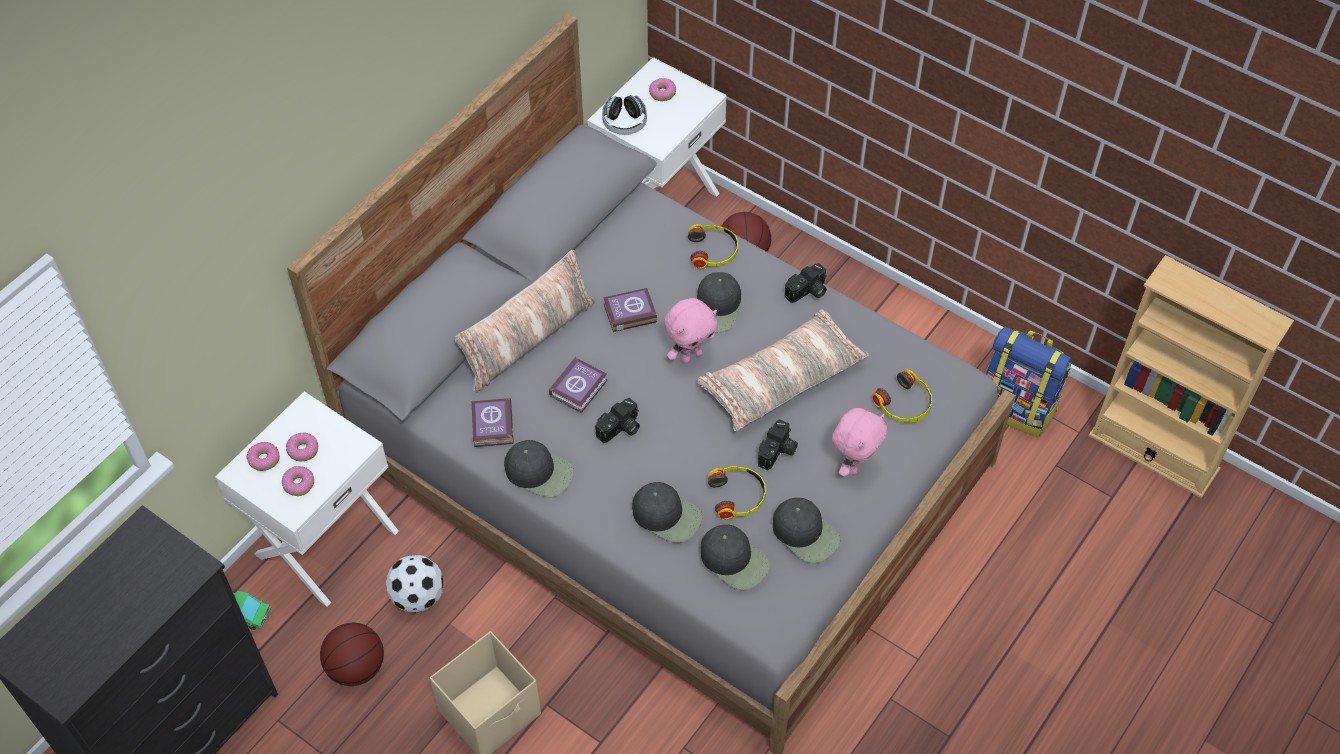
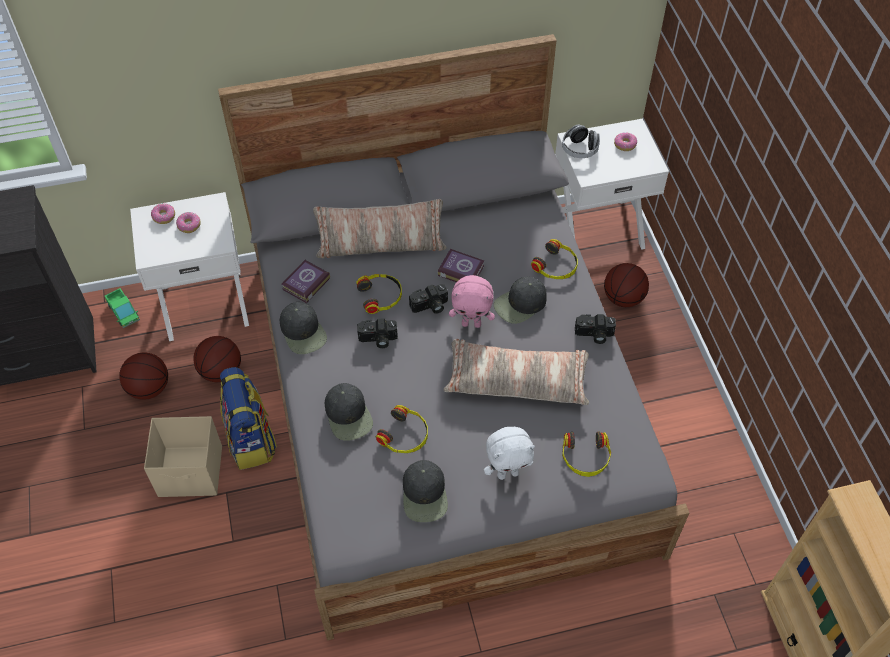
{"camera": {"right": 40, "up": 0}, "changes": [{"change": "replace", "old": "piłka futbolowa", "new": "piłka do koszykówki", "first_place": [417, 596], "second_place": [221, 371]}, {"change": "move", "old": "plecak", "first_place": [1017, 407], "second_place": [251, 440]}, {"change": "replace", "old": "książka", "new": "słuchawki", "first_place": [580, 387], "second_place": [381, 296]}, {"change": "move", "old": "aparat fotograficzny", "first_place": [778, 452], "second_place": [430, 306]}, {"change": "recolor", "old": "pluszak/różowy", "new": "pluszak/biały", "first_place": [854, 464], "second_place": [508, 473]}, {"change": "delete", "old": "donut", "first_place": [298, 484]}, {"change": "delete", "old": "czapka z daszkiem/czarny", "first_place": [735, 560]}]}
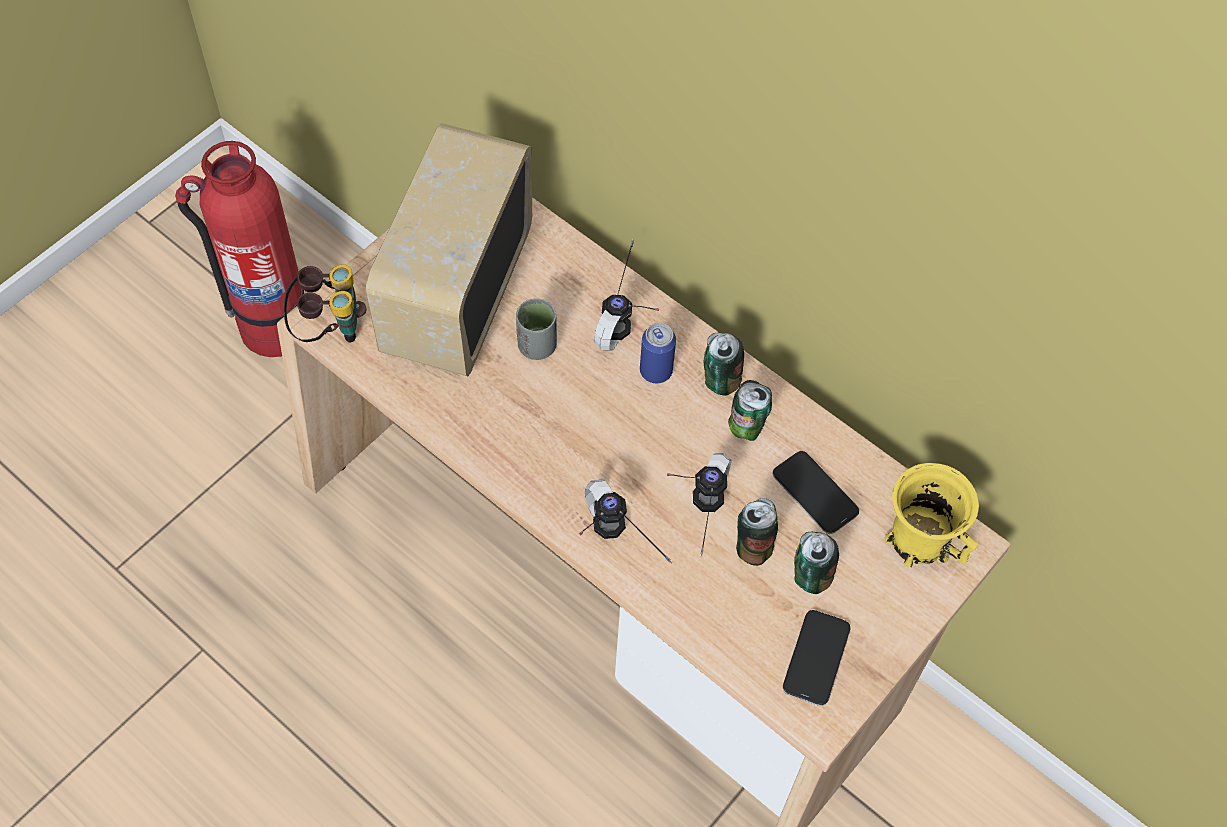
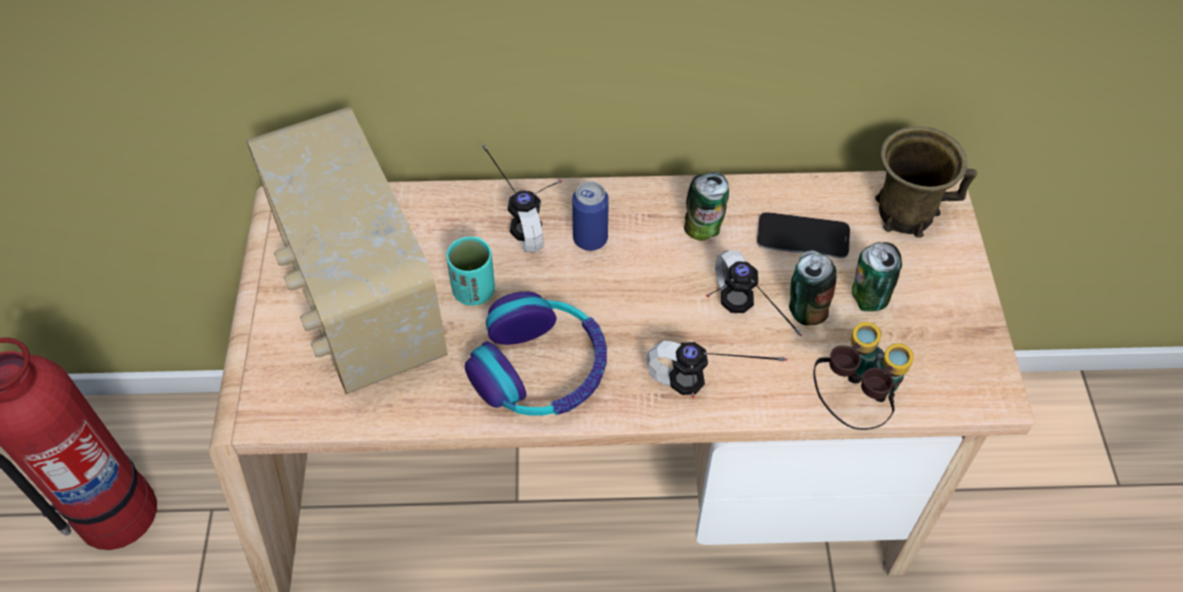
{"camera": {"right": -40, "up": -5}, "changes": [{"change": "recolor", "old": "filiżanka/szary", "new": "filiżanka/turkusowy", "first_place": [537, 346], "second_place": [474, 291]}, {"change": "insert", "new": "słuchawki", "second_place": [540, 369]}, {"change": "move", "old": "lornetka", "first_place": [329, 328], "second_place": [852, 404]}, {"change": "recolor", "old": "kubek/żółty", "new": "kubek/brązowy", "first_place": [919, 538], "second_place": [905, 212]}, {"change": "delete", "old": "puszka", "first_place": [719, 381]}, {"change": "delete", "old": "telefon", "first_place": [816, 658]}]}
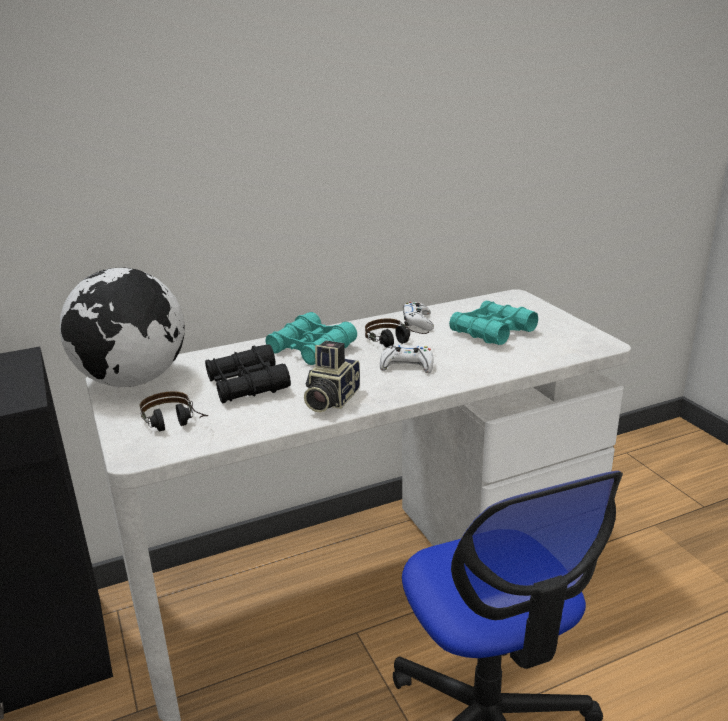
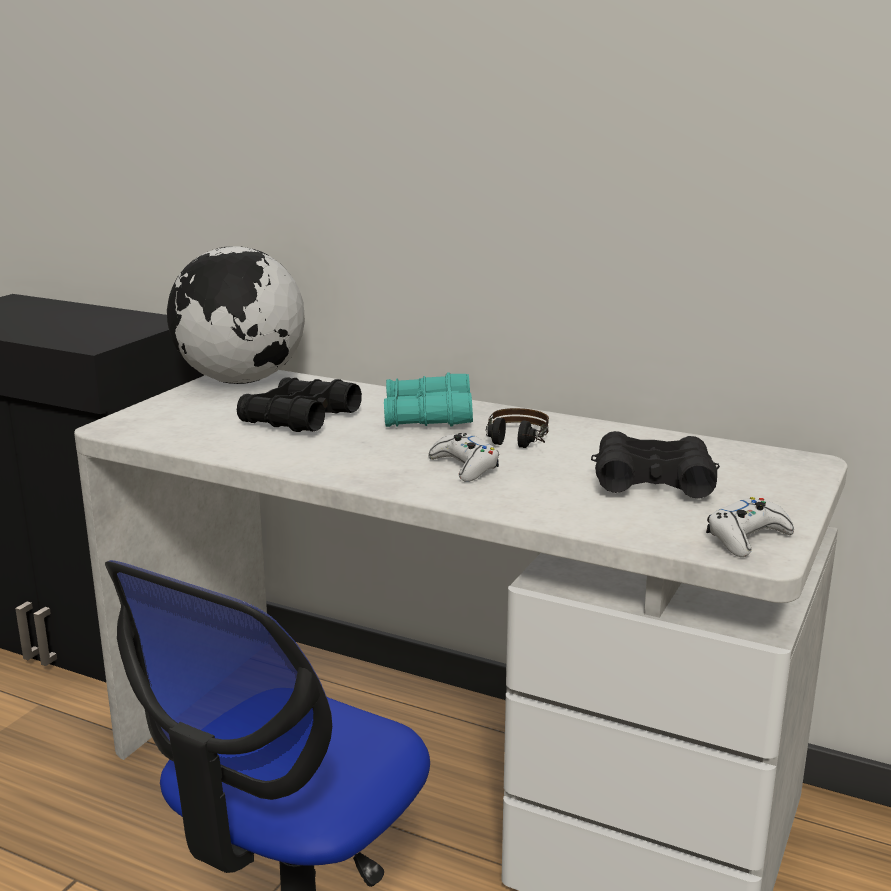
{"camera": {"right": 50, "up": -5}, "changes": [{"change": "recolor", "old": "lornetka/turkusowy", "new": "lornetka/czarny", "first_place": [492, 332], "second_place": [653, 480]}, {"change": "move", "old": "pad do gier/biały", "first_place": [417, 322], "second_place": [747, 538]}, {"change": "delete", "old": "słuchawki", "first_place": [175, 425]}, {"change": "delete", "old": "aparat fotograficzny", "first_place": [330, 399]}]}
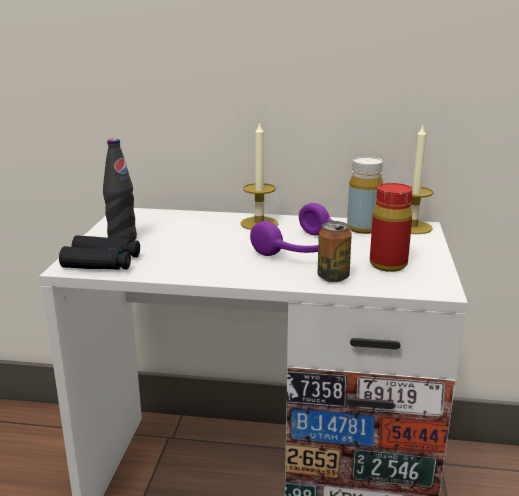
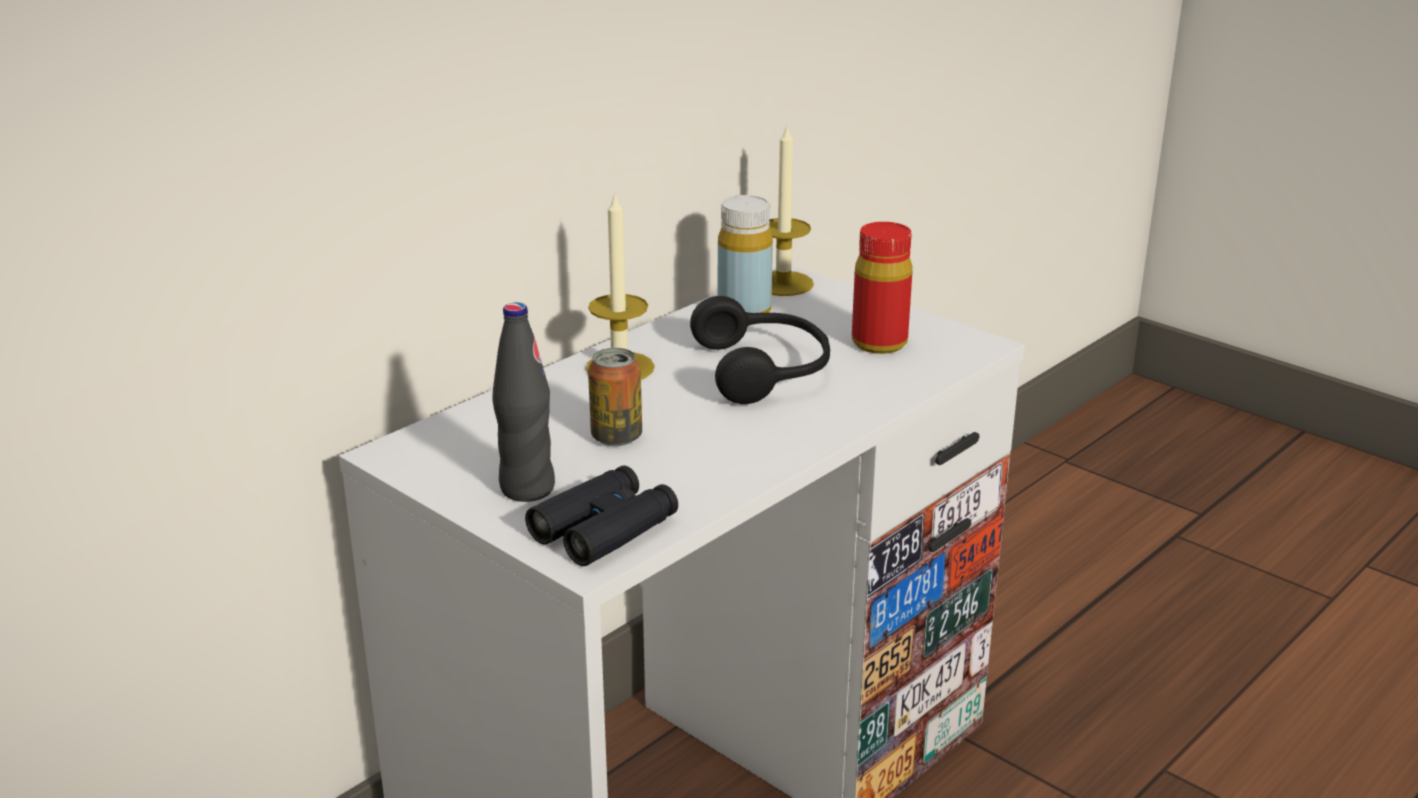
{"camera": {"right": -55, "up": 5}, "changes": [{"change": "move", "old": "puszka", "first_place": [333, 277], "second_place": [616, 437]}, {"change": "recolor", "old": "słuchawki/fioletowy", "new": "słuchawki/czarny", "first_place": [306, 249], "second_place": [765, 370]}]}
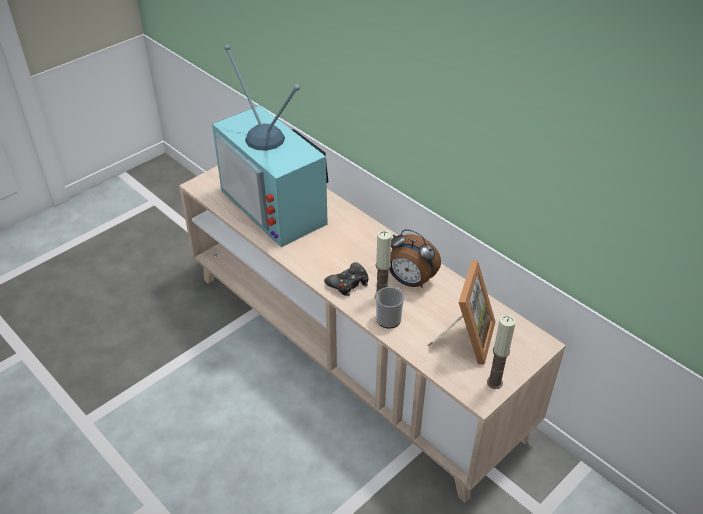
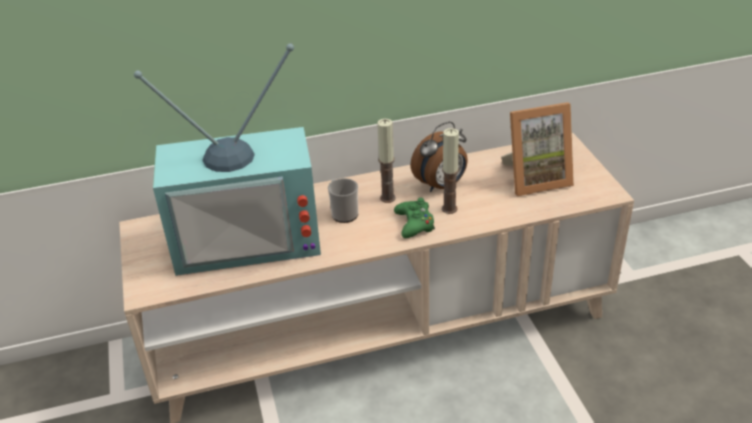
{"camera": {"right": -60, "up": -5}, "changes": [{"change": "move", "old": "kubek", "first_place": [390, 317], "second_place": [343, 213]}, {"change": "move", "old": "świeca", "first_place": [494, 382], "second_place": [387, 198]}, {"change": "recolor", "old": "pad do gier/czarny", "new": "pad do gier/zielony", "first_place": [348, 283], "second_place": [415, 224]}, {"change": "rotate", "old": "ramka na zdjęcie", "first_place": [465, 338], "second_place": [535, 178], "degrees": 120}]}
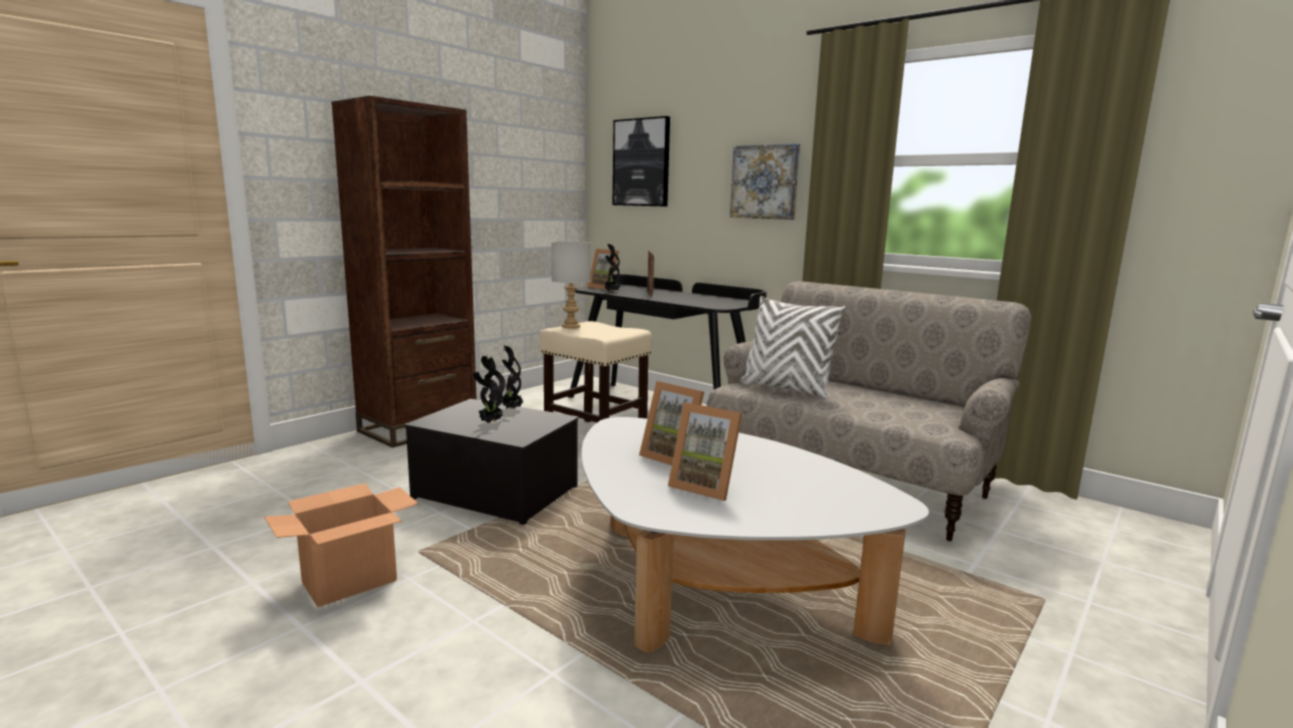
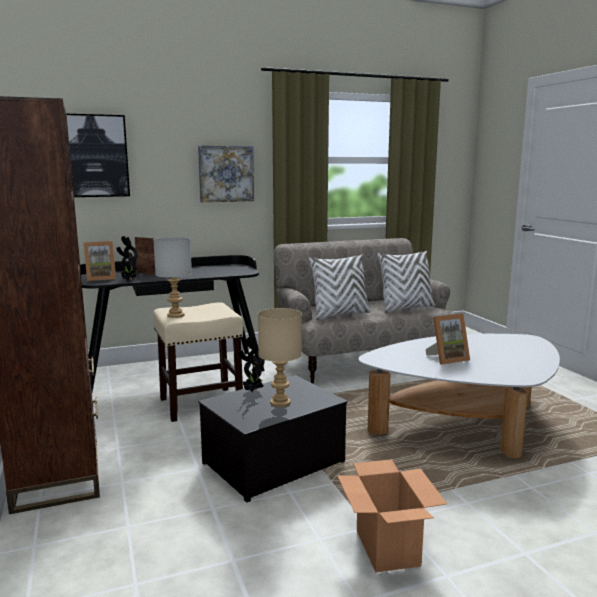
{"camera": {"right": -60, "up": 0}, "changes": [{"change": "replace", "old": "roślina doniczkowa", "new": "lampa stołowa/beżowy", "first_place": [490, 423], "second_place": [280, 402]}, {"change": "insert", "new": "poduszka/biały", "second_place": [406, 308]}, {"change": "delete", "old": "ramka na zdjęcie", "first_place": [706, 486]}]}
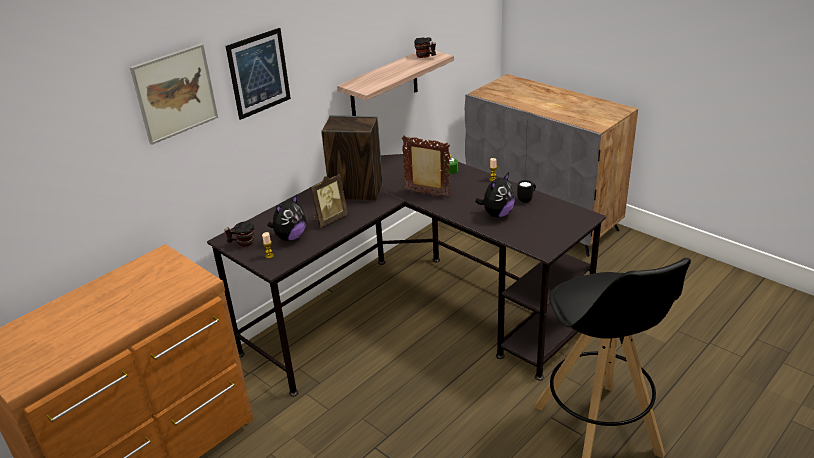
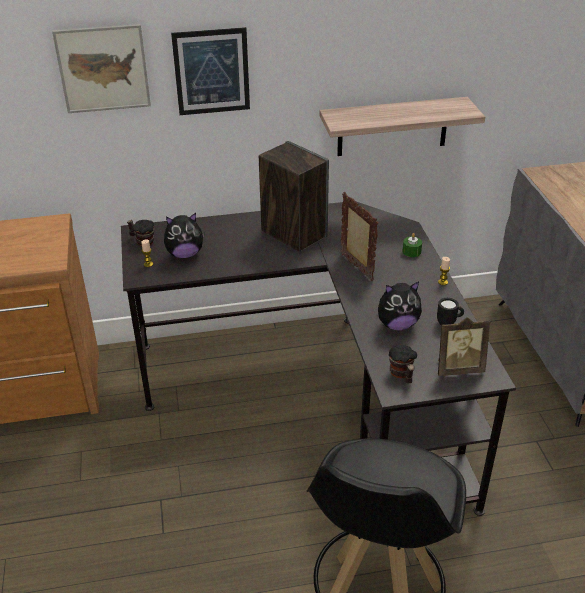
{"camera": {"right": 35, "up": 5}, "changes": [{"change": "move", "old": "kubek", "first_place": [425, 57], "second_place": [402, 375]}, {"change": "move", "old": "ramka na zdjęcie", "first_place": [329, 219], "second_place": [458, 368]}]}
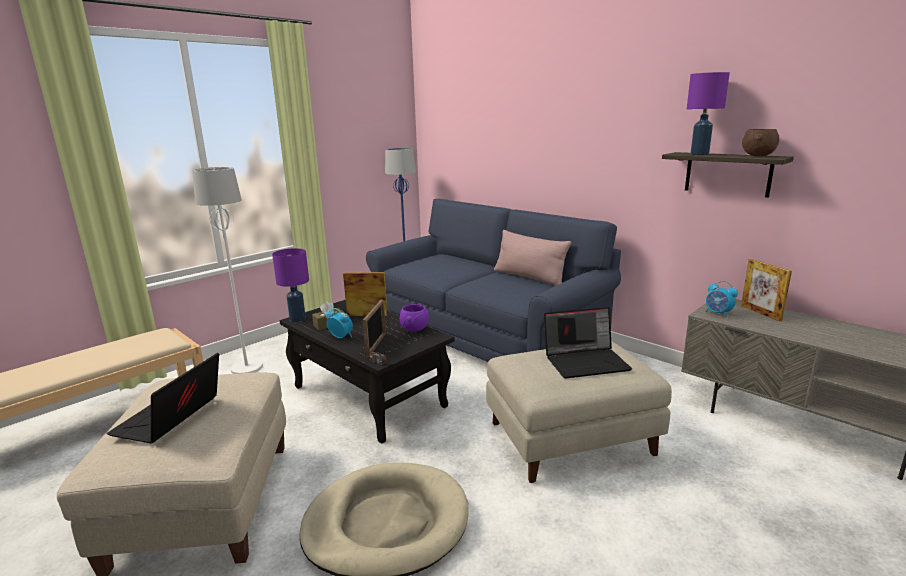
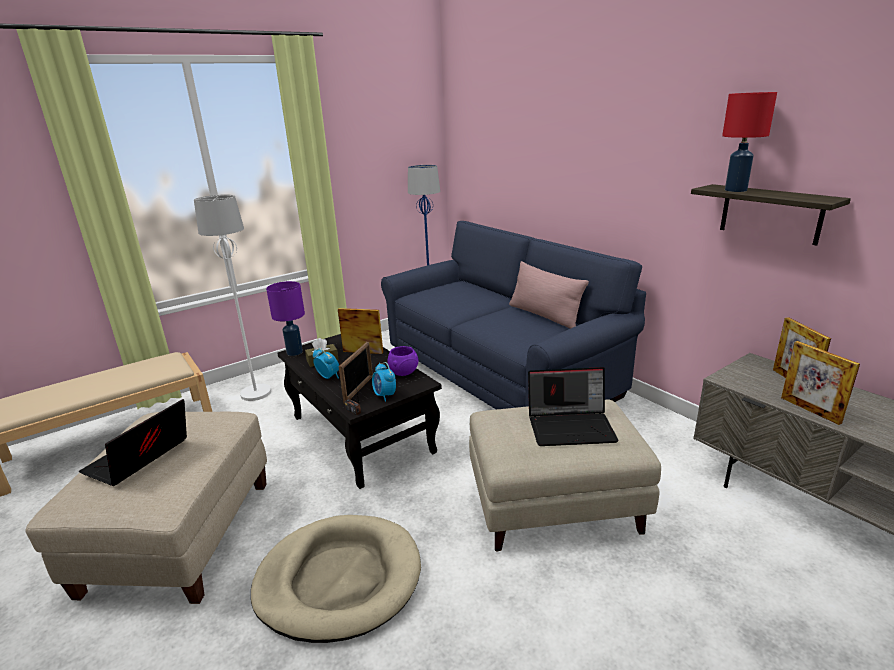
{"camera": {"right": 10, "up": 5}, "changes": [{"change": "move", "old": "budzik", "first_place": [718, 313], "second_place": [385, 395]}, {"change": "recolor", "old": "lampa stołowa/fioletowy", "new": "lampa stołowa/czerwony", "first_place": [700, 154], "second_place": [736, 190]}, {"change": "insert", "new": "ramka na zdjęcie", "second_place": [810, 410]}, {"change": "delete", "old": "miska/brązowy", "first_place": [757, 156]}]}
